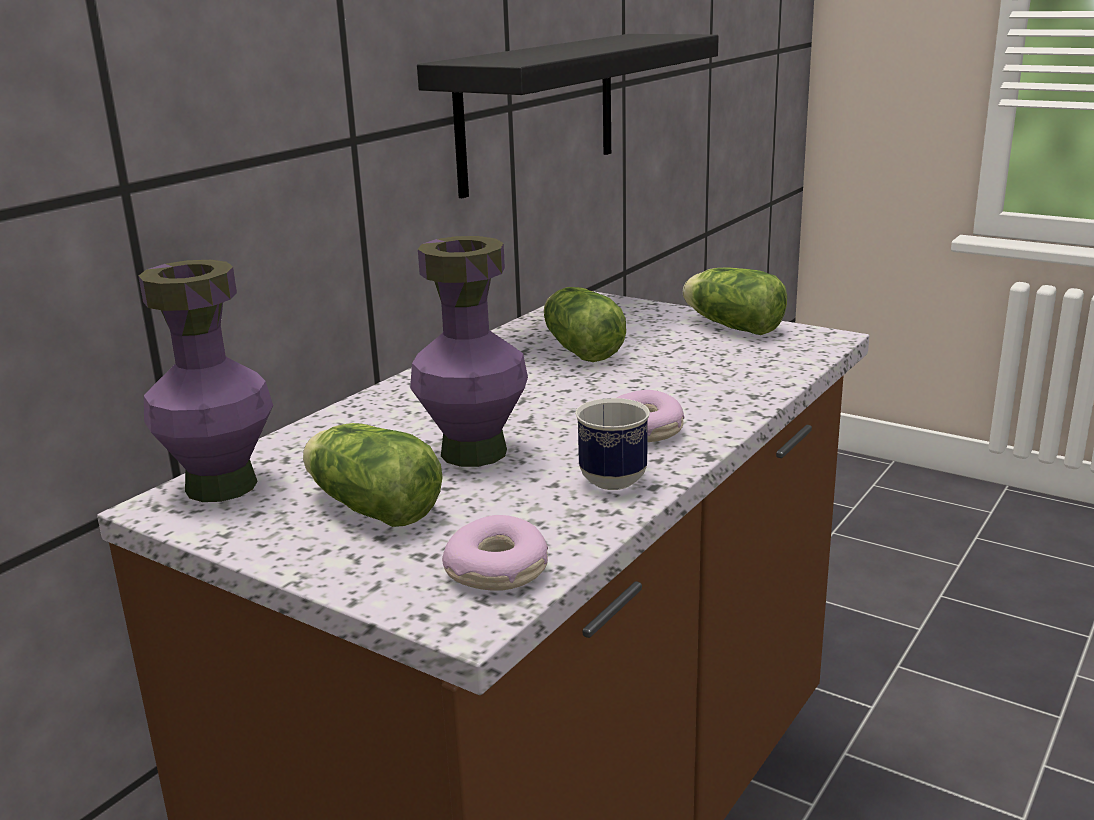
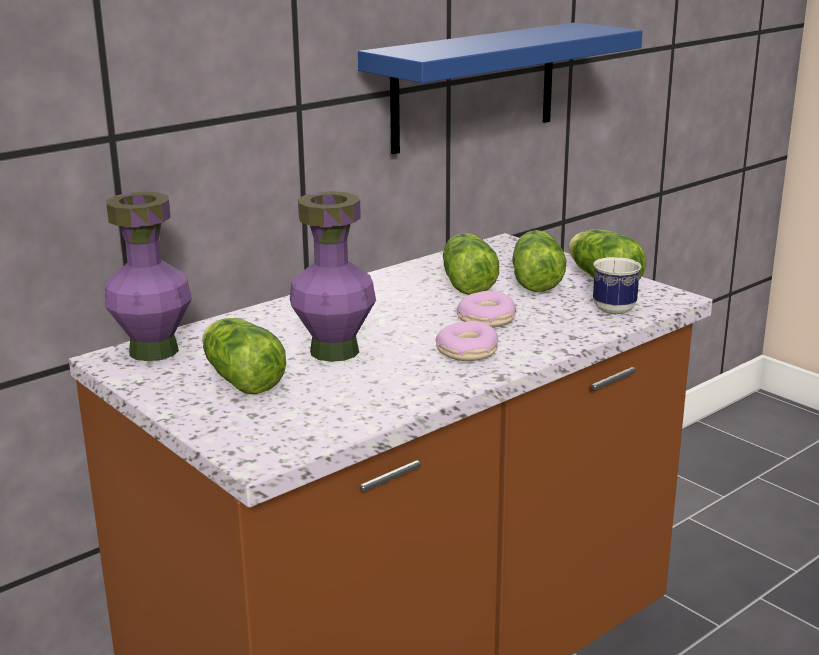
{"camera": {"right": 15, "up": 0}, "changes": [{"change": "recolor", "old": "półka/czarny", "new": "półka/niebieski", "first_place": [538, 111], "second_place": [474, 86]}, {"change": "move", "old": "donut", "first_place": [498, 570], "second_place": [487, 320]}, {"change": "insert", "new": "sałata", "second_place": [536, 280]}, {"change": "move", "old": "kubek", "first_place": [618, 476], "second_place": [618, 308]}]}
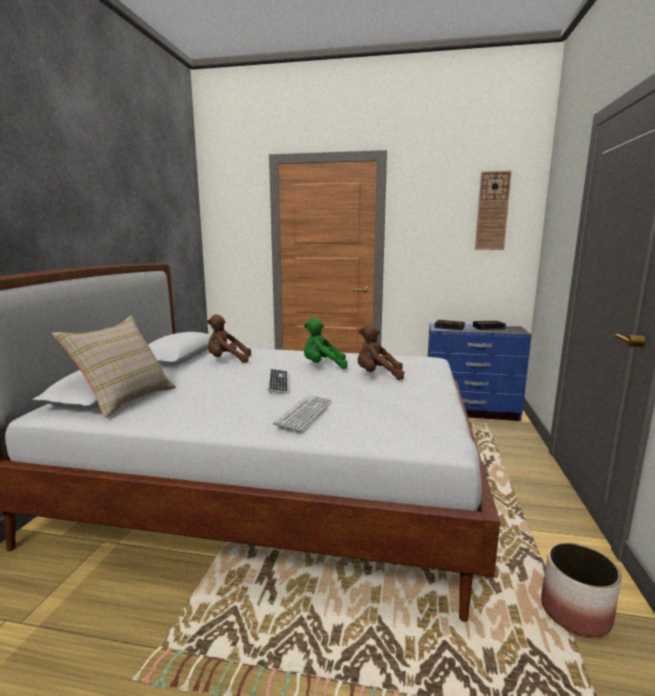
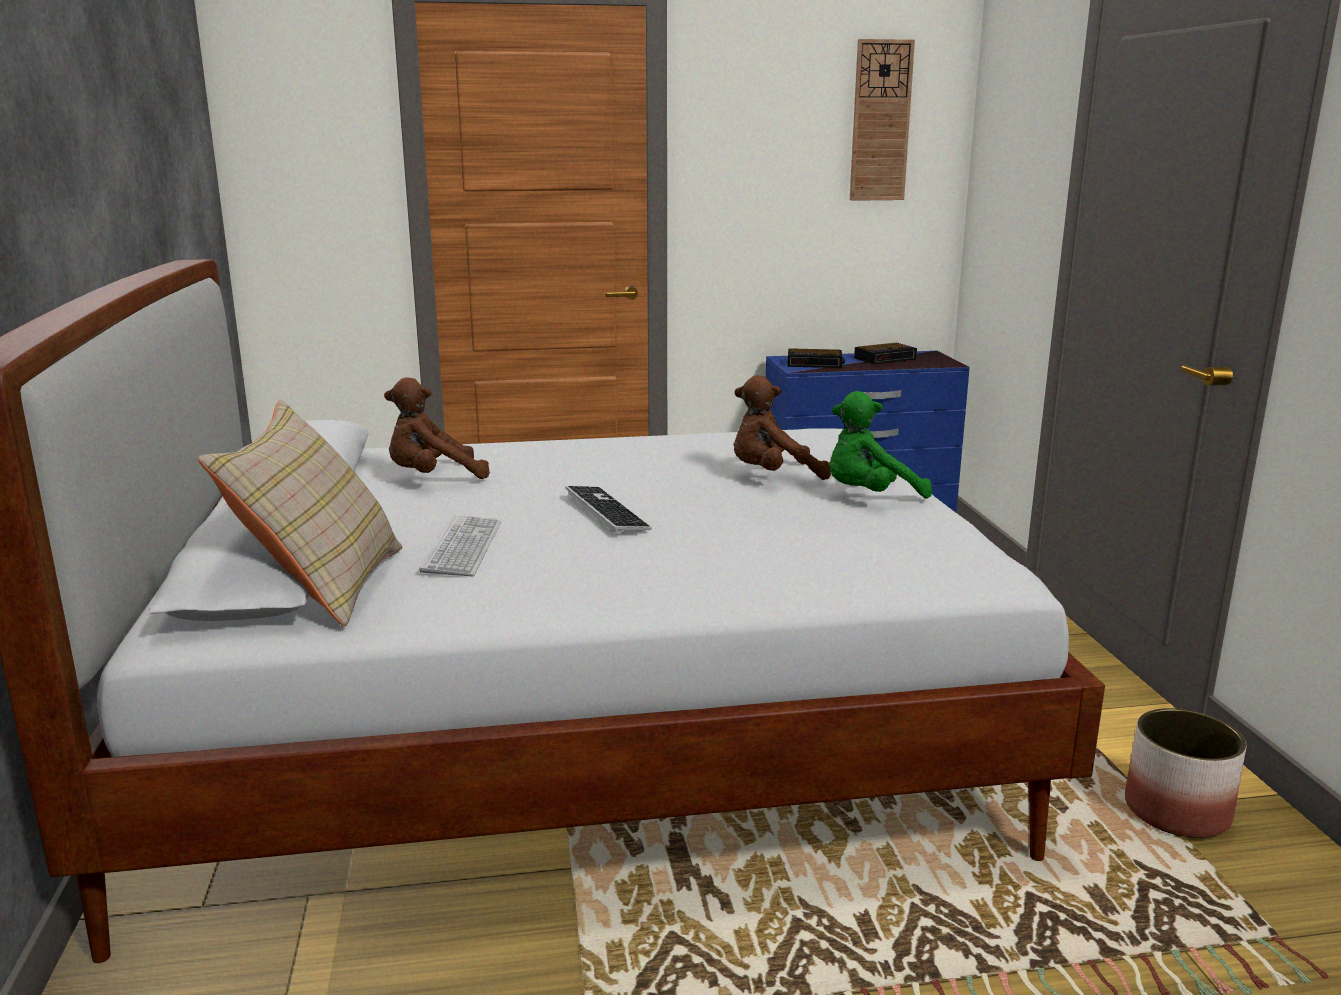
{"camera": {"right": -20, "up": 5}, "changes": [{"change": "move", "old": "klawiatura", "first_place": [304, 413], "second_place": [463, 548]}, {"change": "move", "old": "pluszak/zielony", "first_place": [322, 366], "second_place": [869, 497]}]}
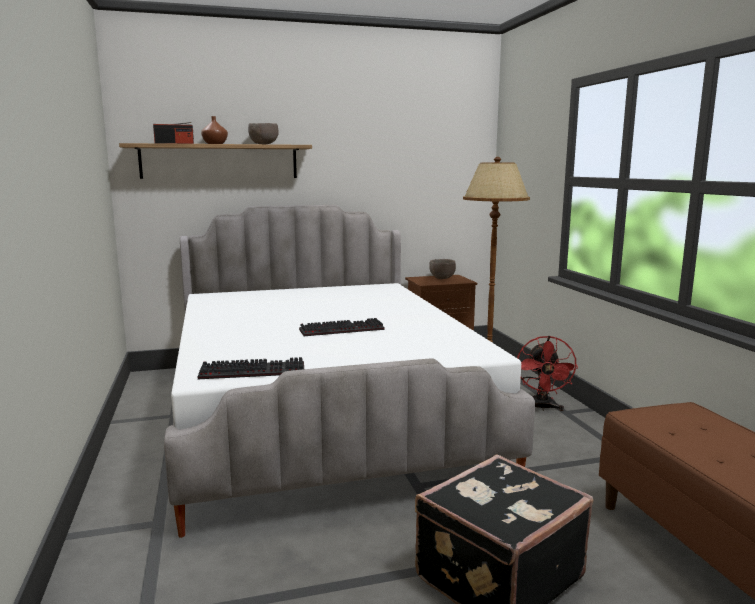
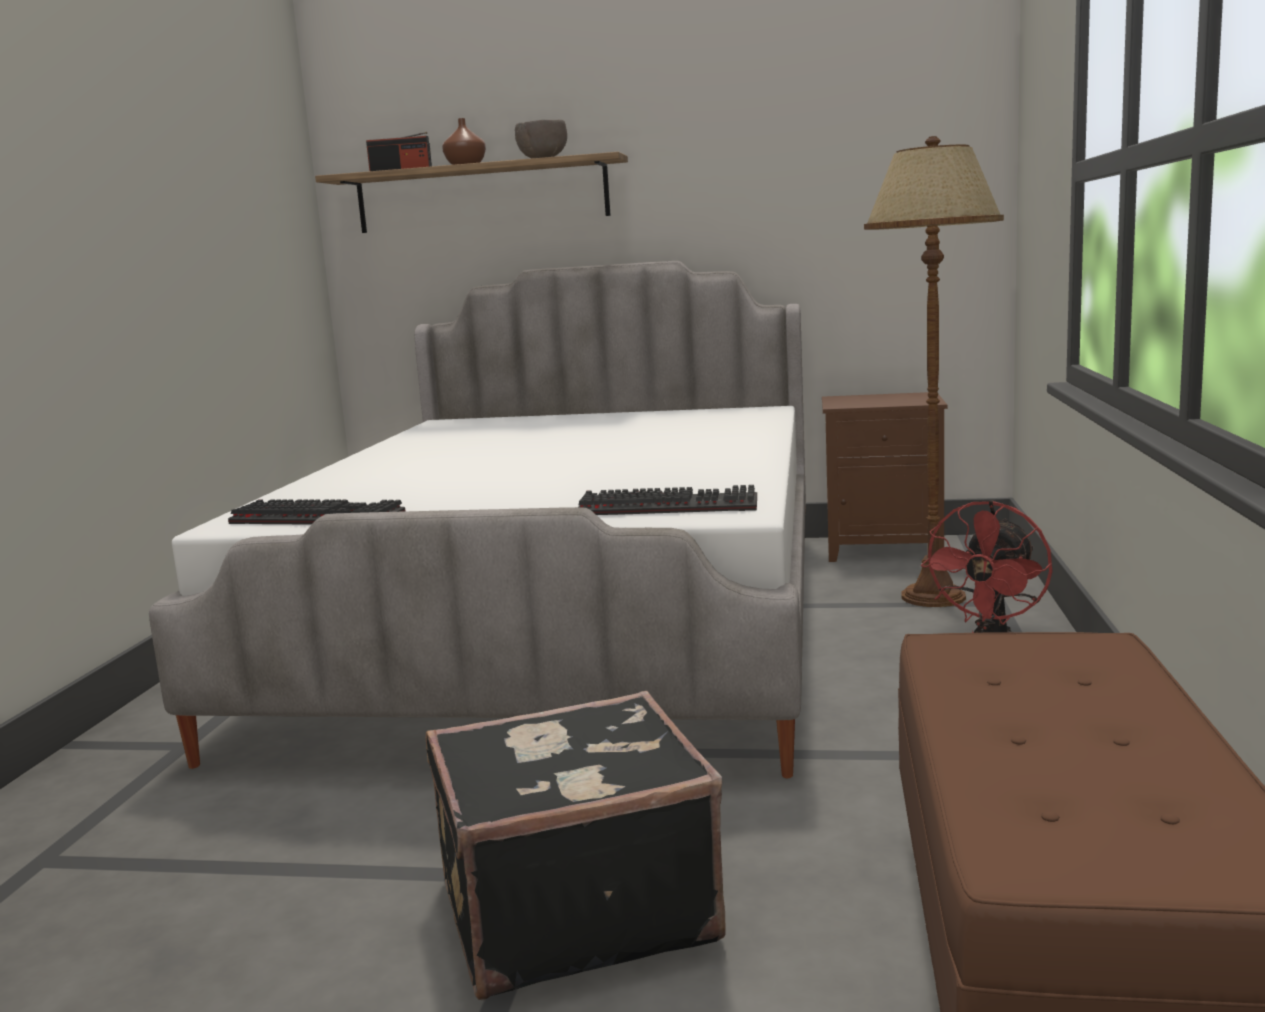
{"camera": {"right": 25, "up": 0}, "changes": [{"change": "move", "old": "klawiatura", "first_place": [342, 329], "second_place": [671, 506]}, {"change": "delete", "old": "miska/brązowy", "first_place": [442, 278]}]}
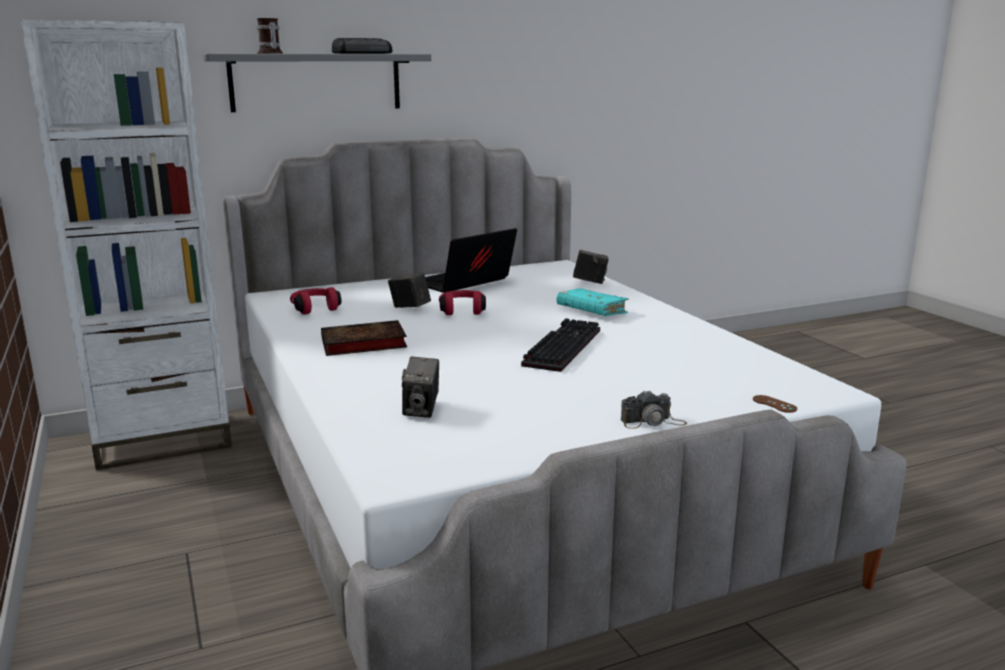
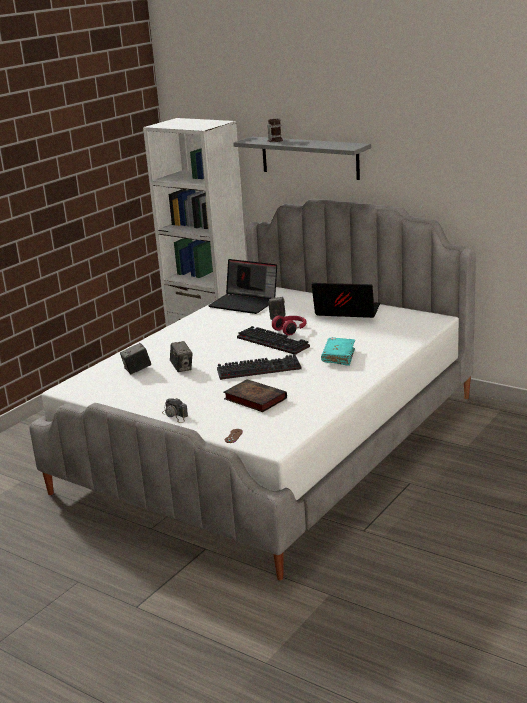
{"camera": {"right": 60, "up": 5}, "changes": [{"change": "move", "old": "aparat fotograficzny", "first_place": [590, 282], "second_place": [182, 368]}, {"change": "replace", "old": "słuchawki/czerwony", "new": "laptop", "first_place": [315, 308], "second_place": [245, 303]}, {"change": "move", "old": "książka", "first_place": [361, 344], "second_place": [253, 399]}, {"change": "insert", "new": "klawiatura", "second_place": [275, 342]}, {"change": "delete", "old": "radio", "first_place": [363, 53]}]}
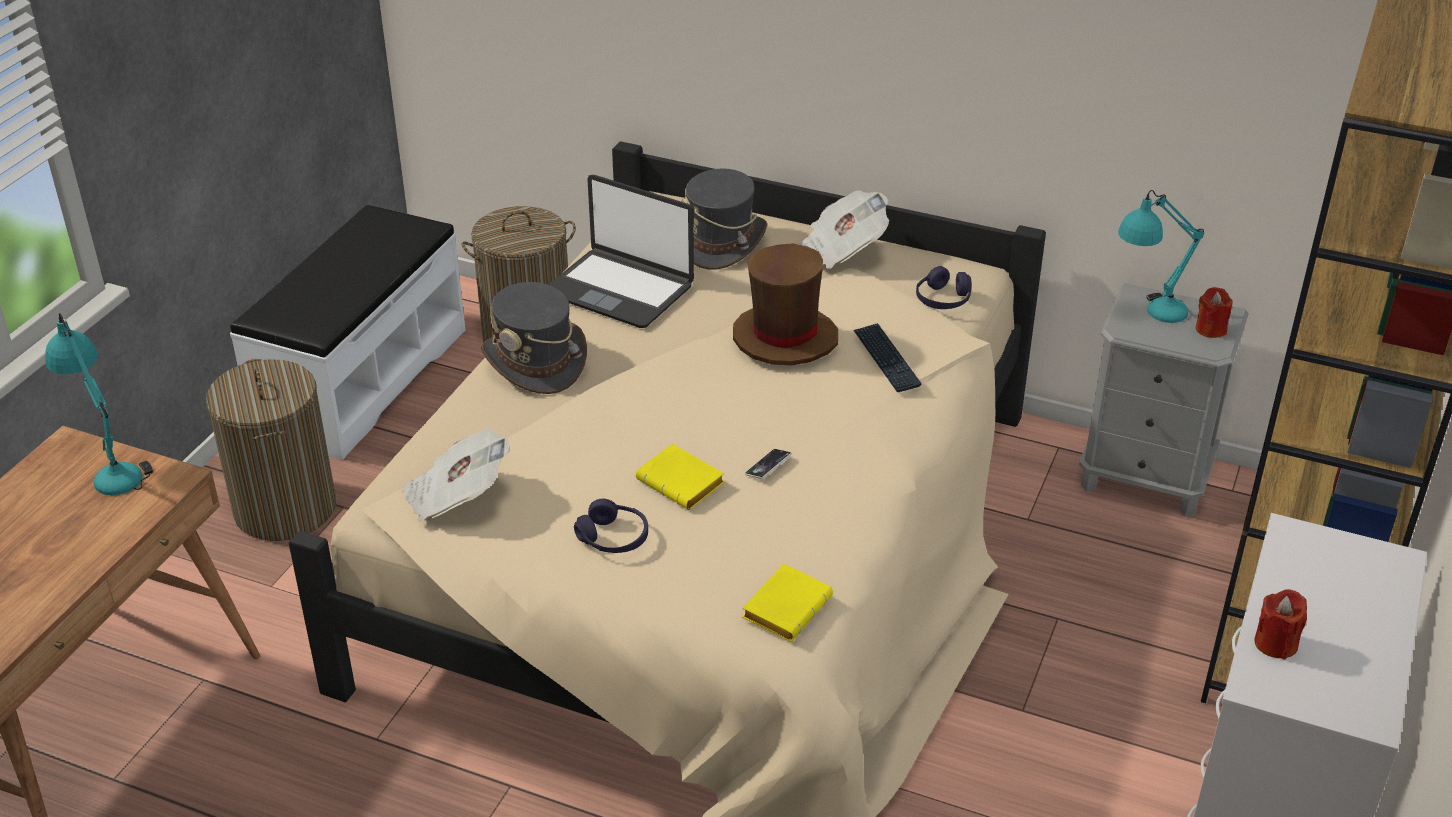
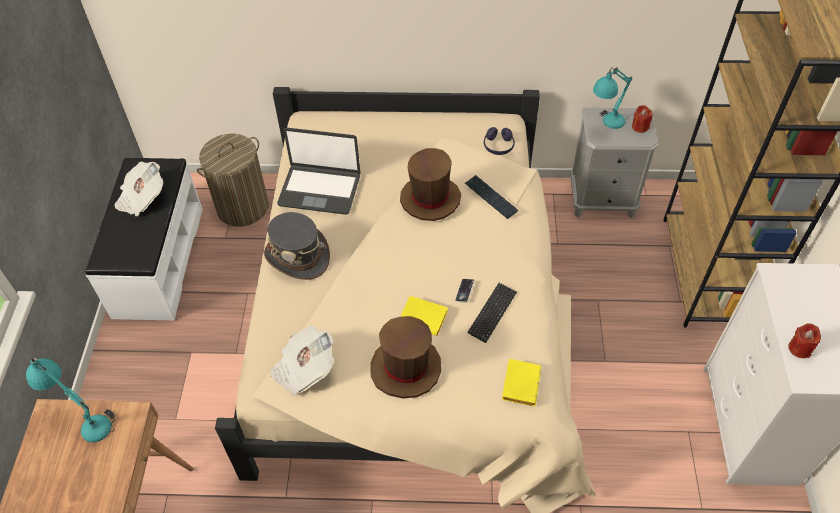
{"camera": {"right": -20, "up": 15}, "changes": [{"change": "move", "old": "gazeta", "first_place": [840, 250], "second_place": [142, 198]}, {"change": "replace", "old": "słuchawki/fioletowy", "new": "kapelusz/brązowy", "first_place": [613, 538], "second_place": [406, 368]}, {"change": "insert", "new": "klawiatura", "second_place": [492, 313]}, {"change": "delete", "old": "kosz na pranie", "first_place": [285, 508]}, {"change": "delete", "old": "kapelusz/szary", "first_place": [720, 242]}]}
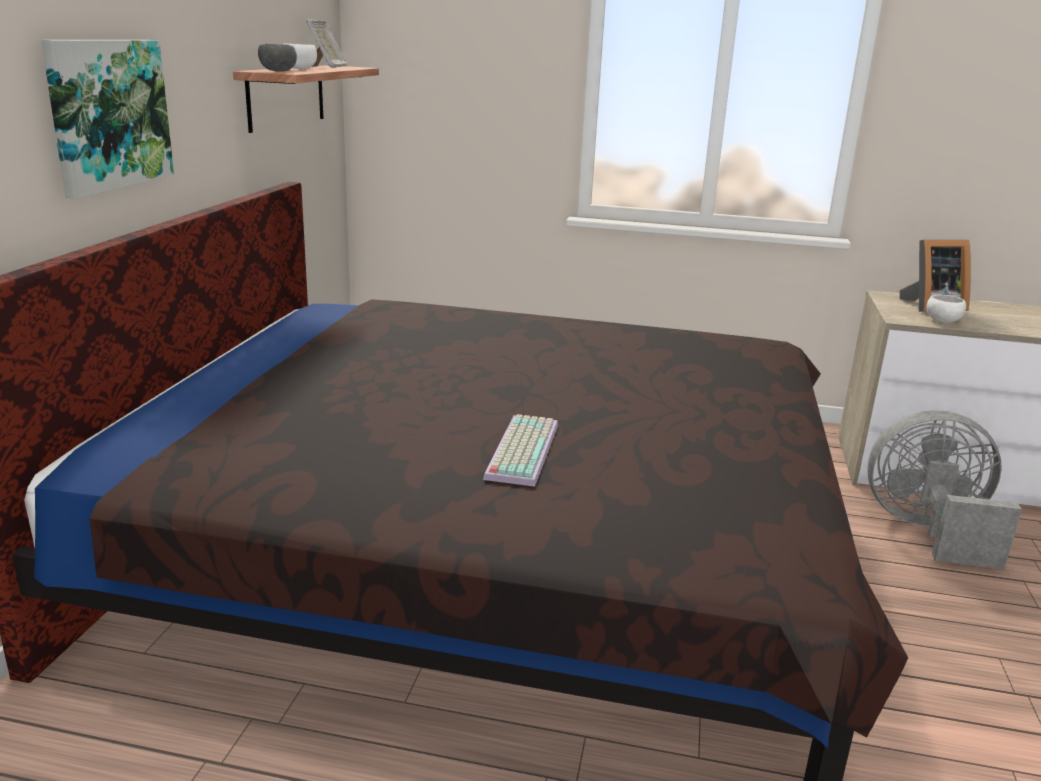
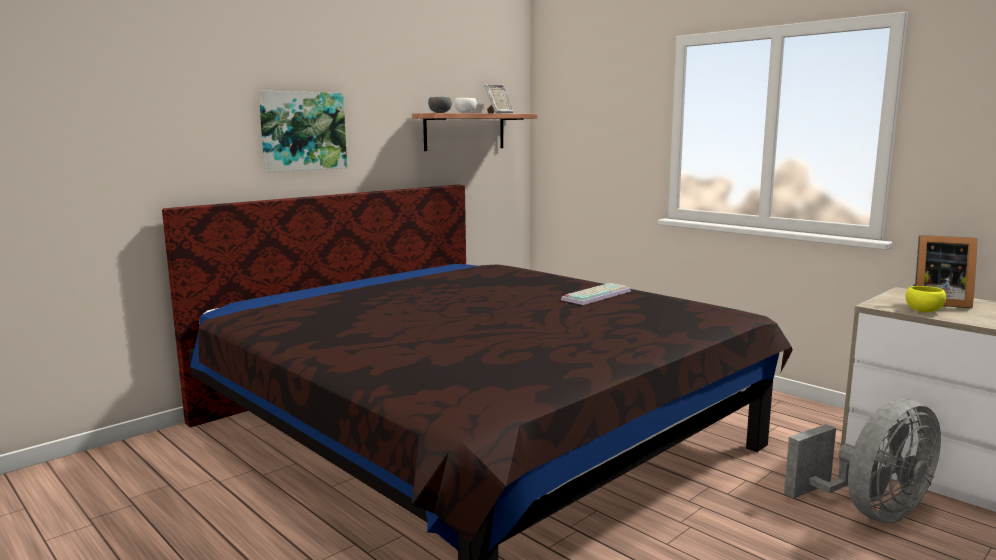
{"camera": {"right": 35, "up": -10}, "changes": [{"change": "move", "old": "klawiatura", "first_place": [520, 449], "second_place": [596, 295]}, {"change": "rotate", "old": "wentylator/szary", "first_place": [928, 531], "second_place": [870, 511], "degrees": 105}, {"change": "recolor", "old": "miska/biały", "new": "miska/żółty", "first_place": [942, 320], "second_place": [924, 311]}]}
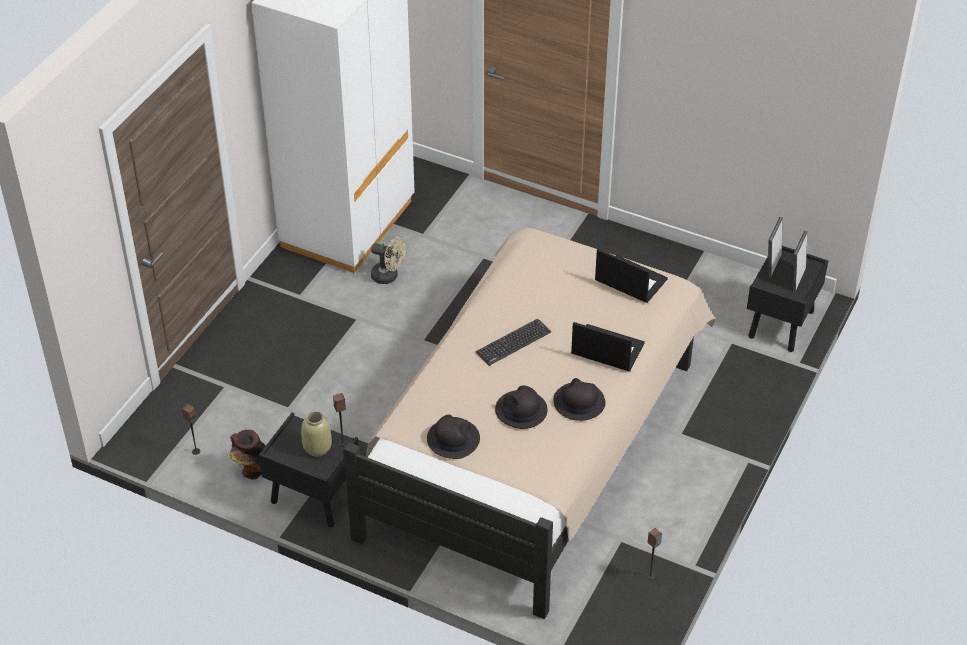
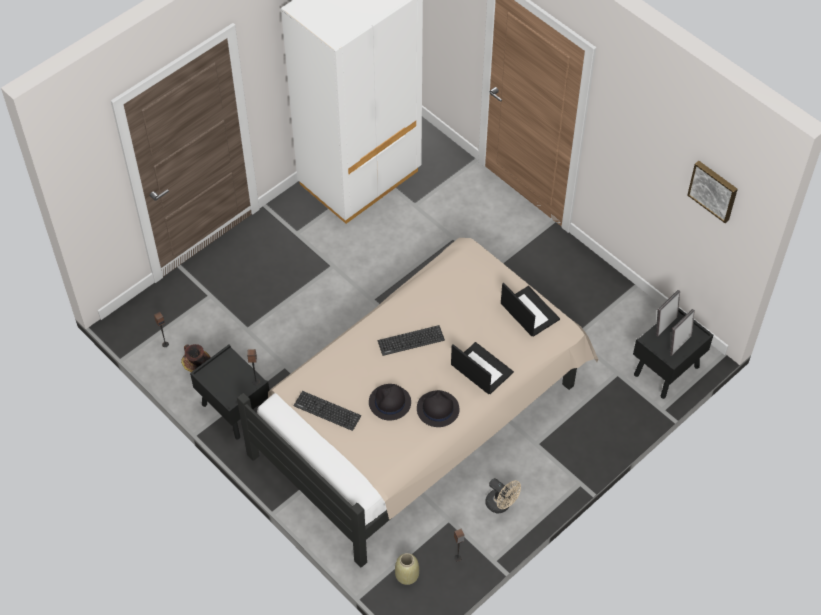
{"camera": {"right": 20, "up": 10}, "changes": [{"change": "replace", "old": "kapelusz/czarny", "new": "klawiatura", "first_place": [453, 438], "second_place": [327, 411]}, {"change": "move", "old": "wazon/beżowy", "first_place": [317, 448], "second_place": [407, 576]}, {"change": "move", "old": "wentylator/beżowy", "first_place": [389, 276], "second_place": [501, 505]}, {"change": "insert", "new": "obraz", "second_place": [714, 190]}]}
